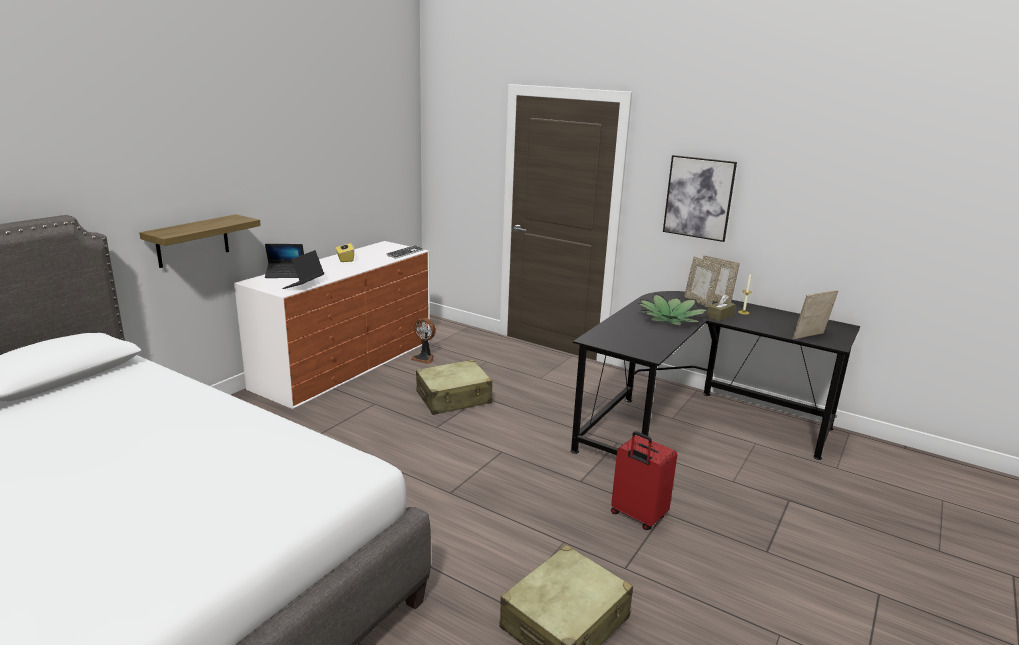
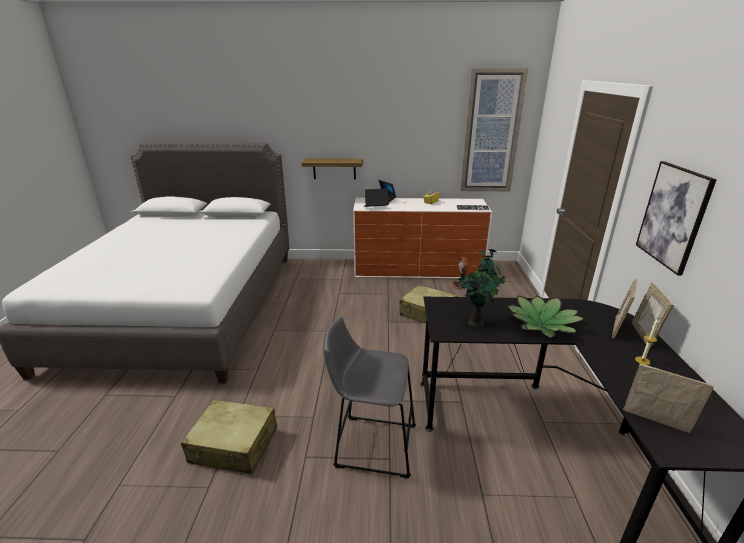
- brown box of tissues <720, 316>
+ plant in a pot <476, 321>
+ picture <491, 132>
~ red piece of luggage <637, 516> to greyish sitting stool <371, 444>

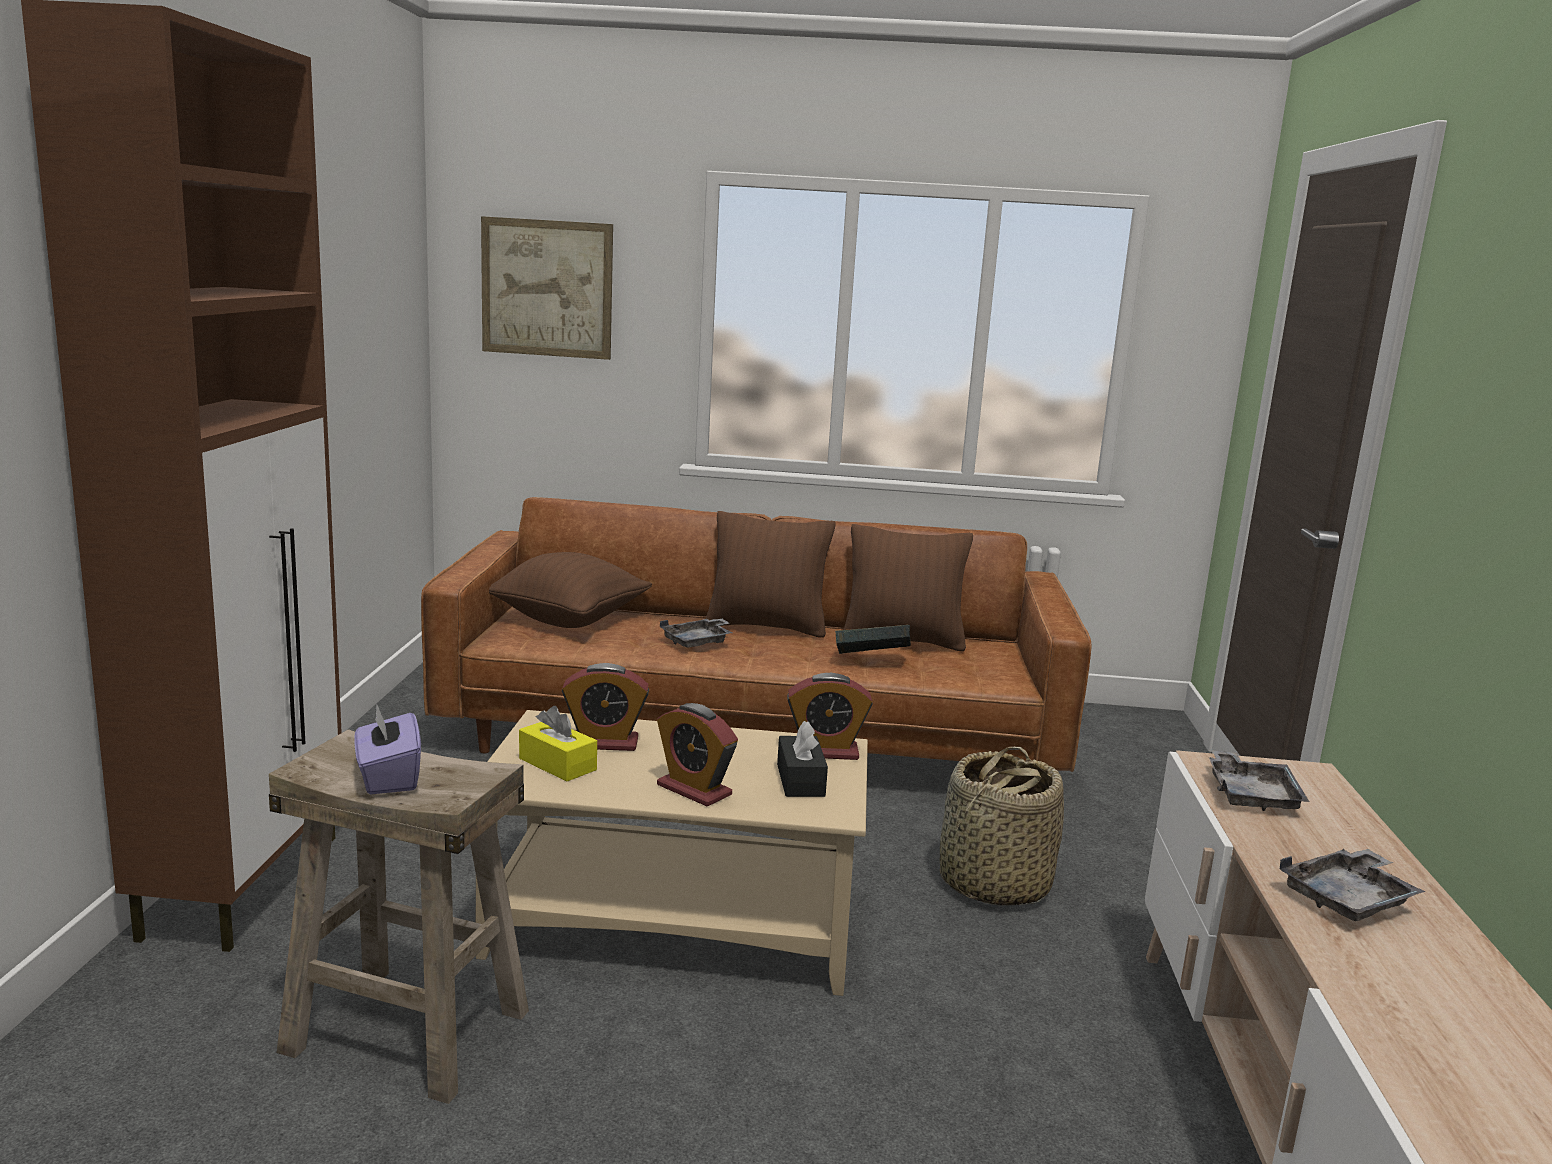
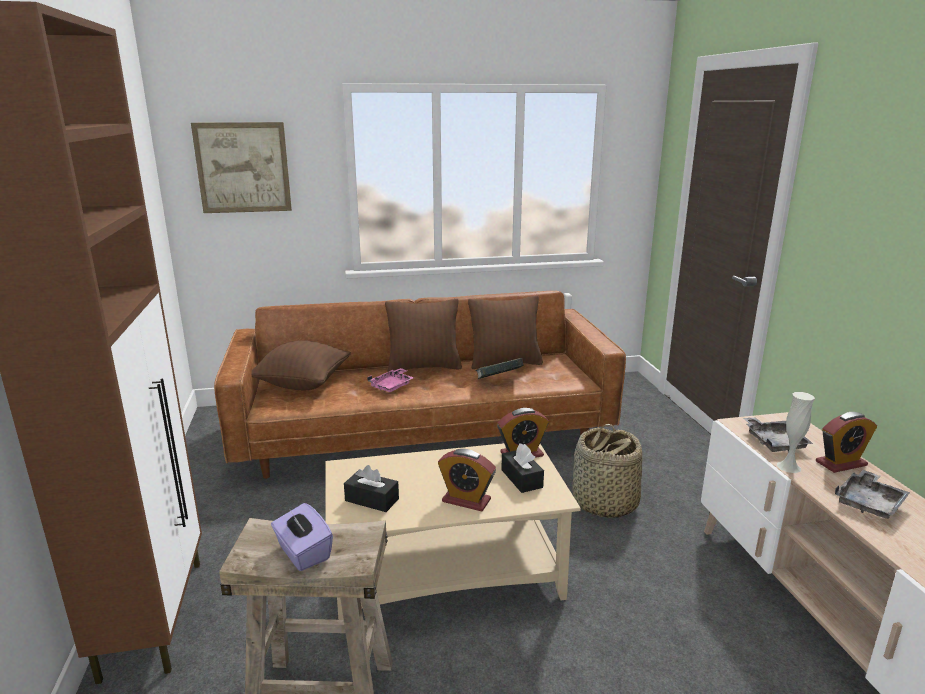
+ white decorative vase <788, 467>
~ alarm clock <604, 743> to <841, 463>
~ yellow-coloured box of tissues <557, 764> to black-coloured box of tissues <372, 500>
~ greyish tray <698, 642> to pink tray <392, 386>

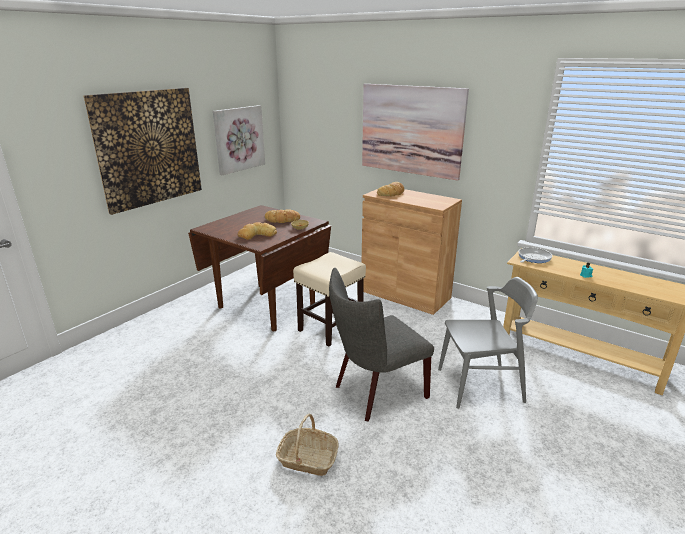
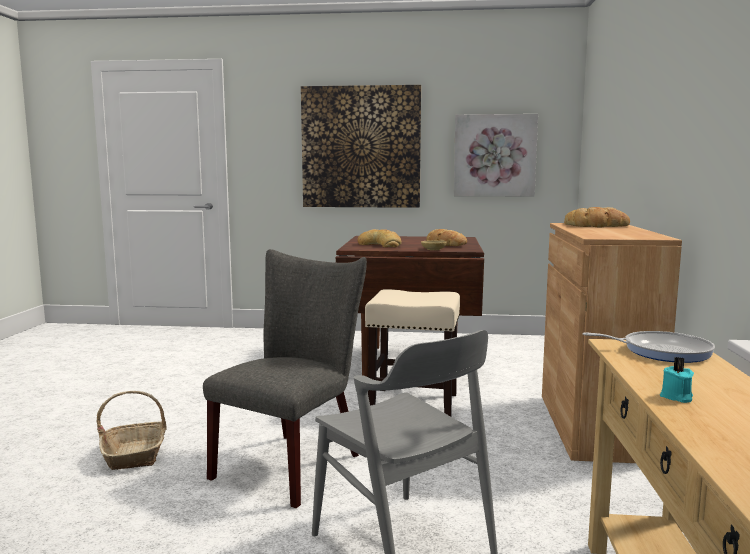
- picture <411, 130>
~ greyish plain chair <375, 393> = <294, 463> 90 degrees clockwise

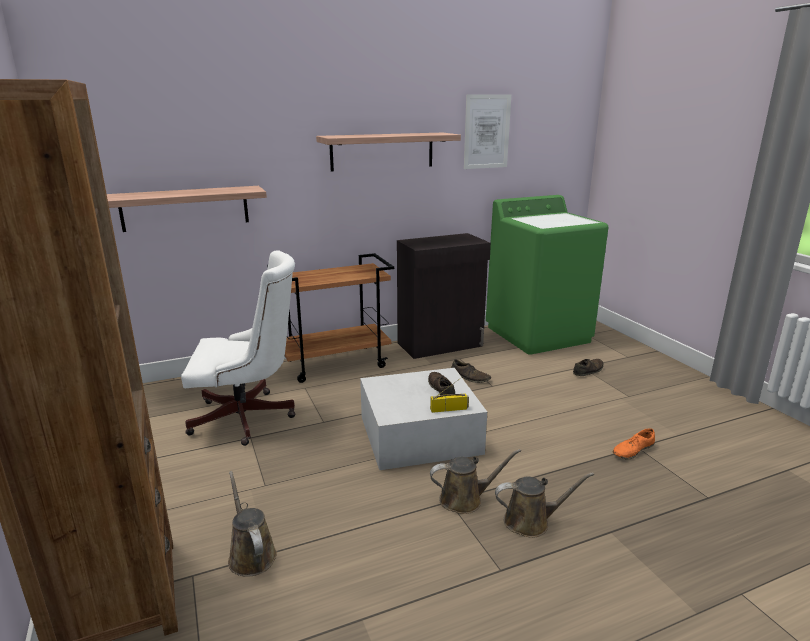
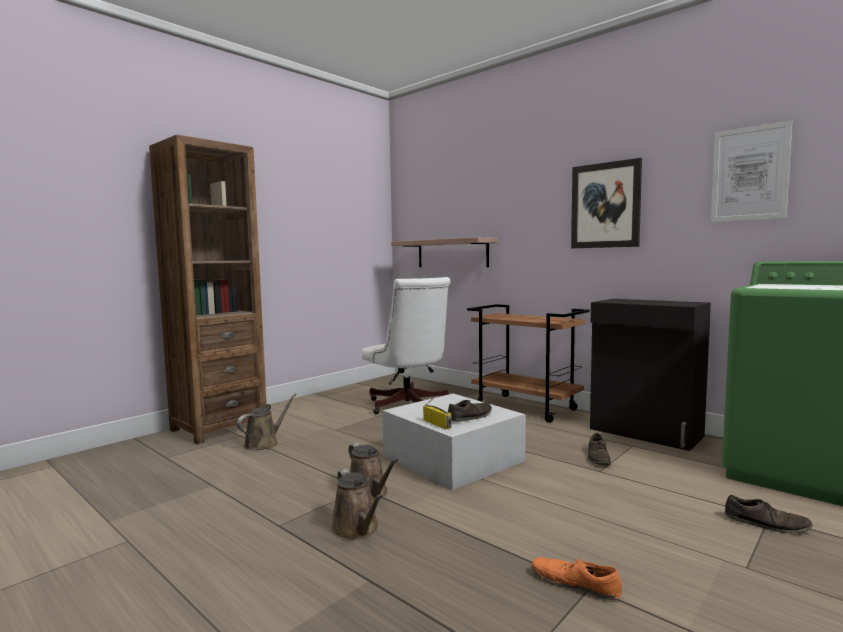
~ shelf <382, 151> to picture <605, 205>

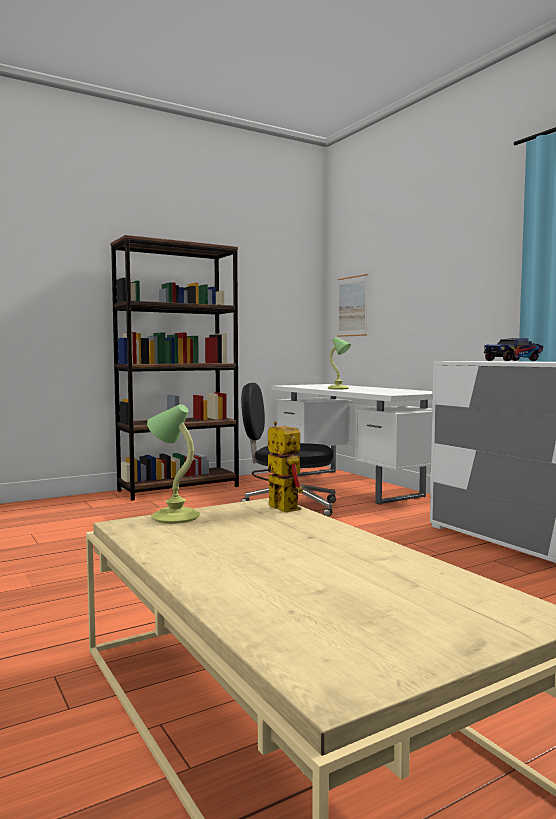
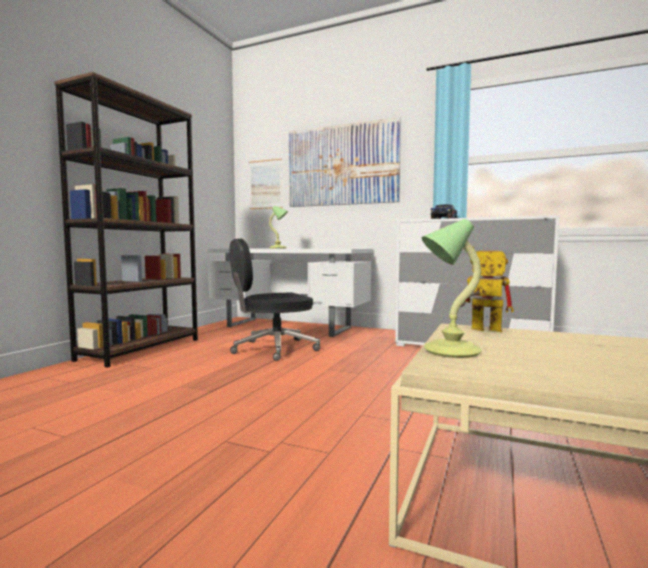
+ picture <342, 165>

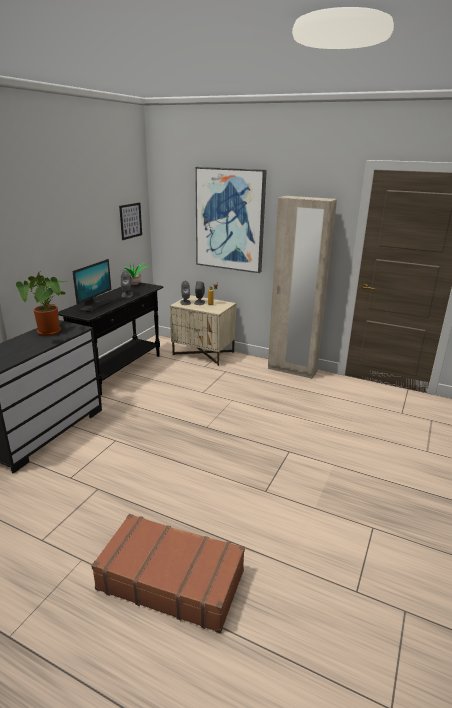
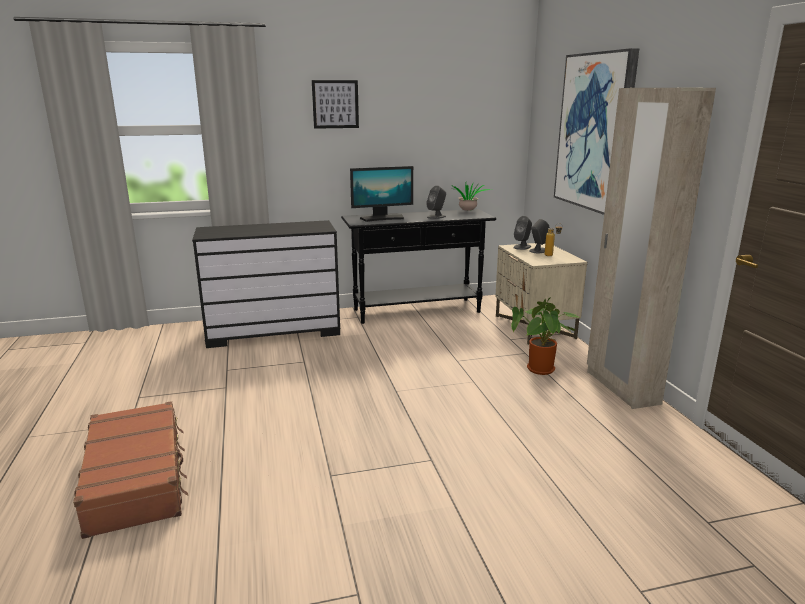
~ plant in a pot <50, 333> to <541, 371>
~ picture <130, 221> to <335, 104>

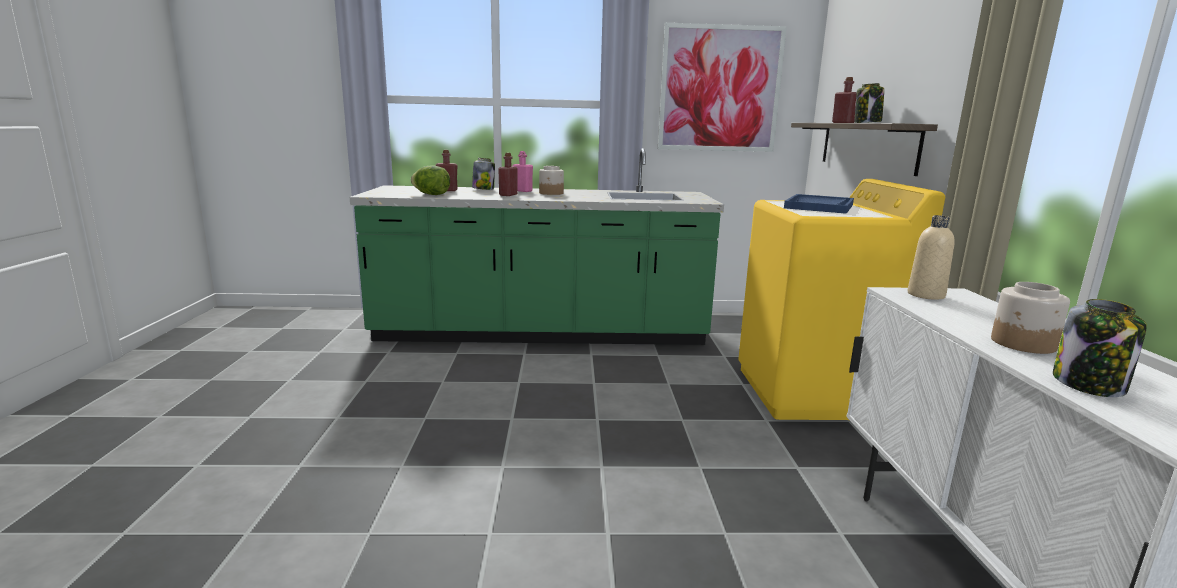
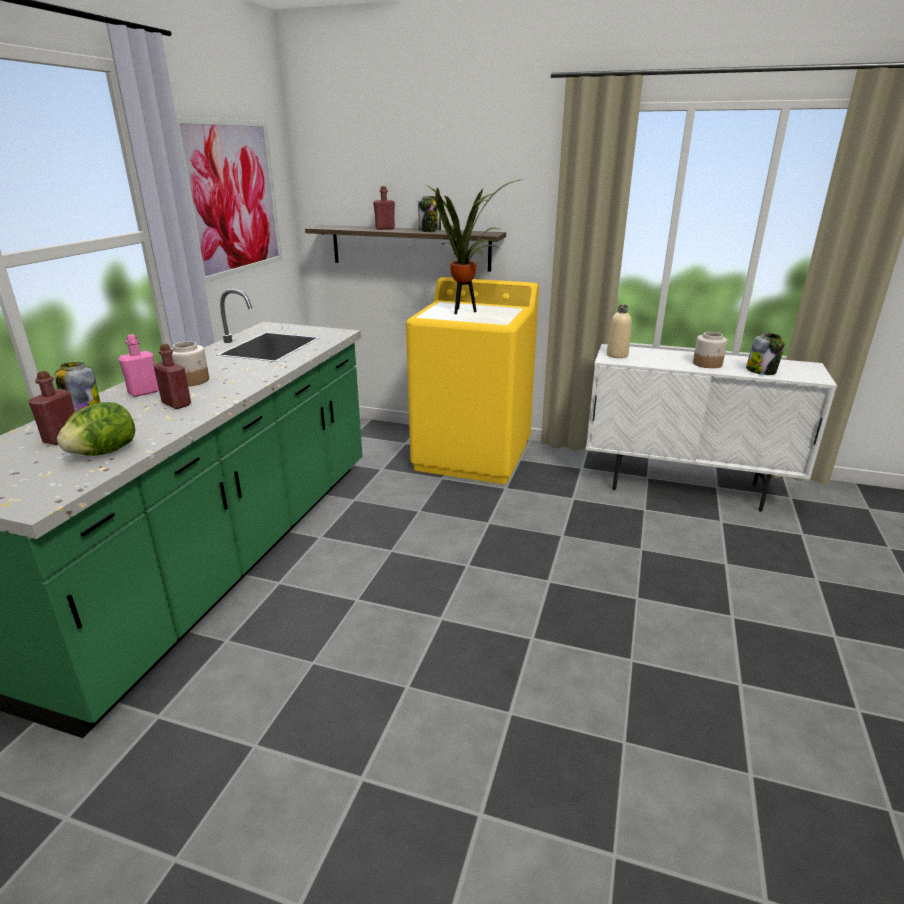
~ bluish tray <819, 206> to plant in a pot <464, 312>

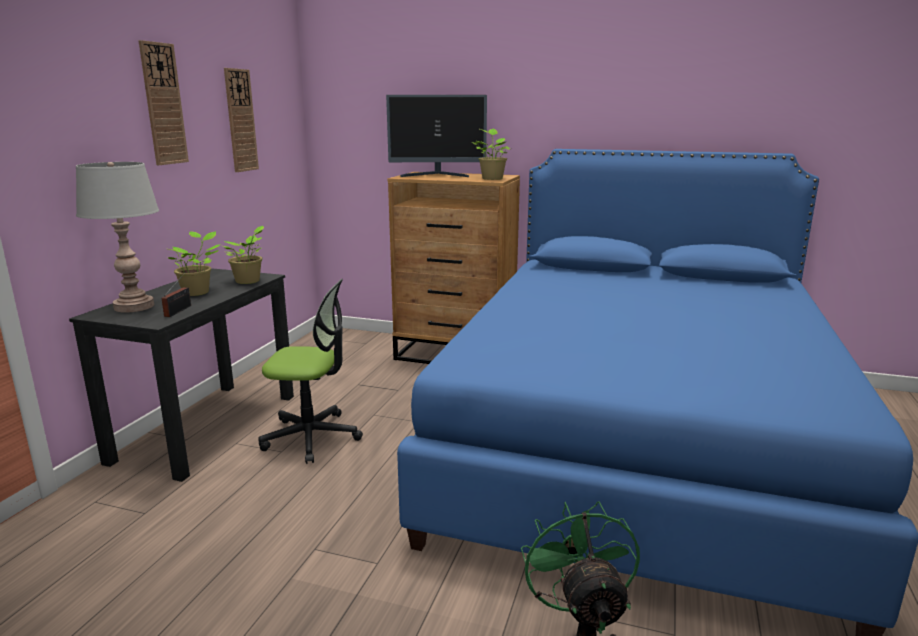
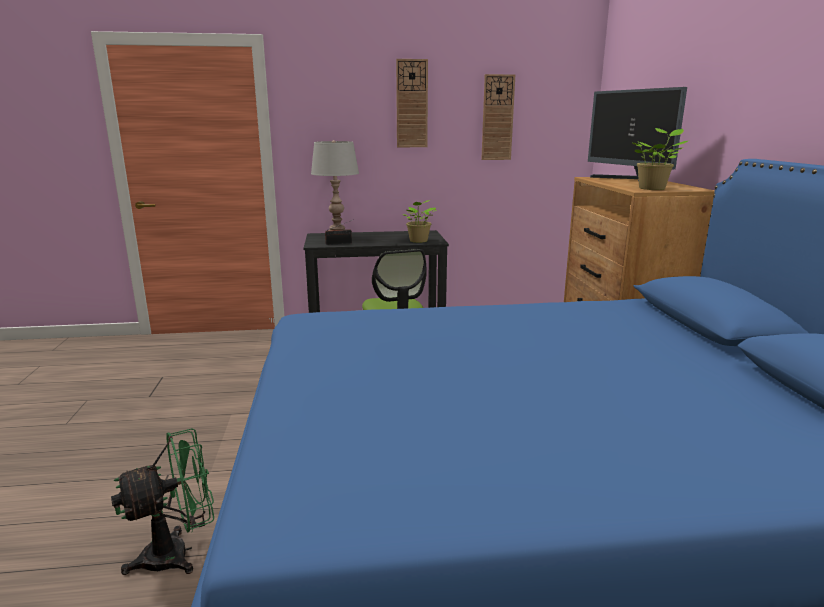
- plant in a pot <197, 292>

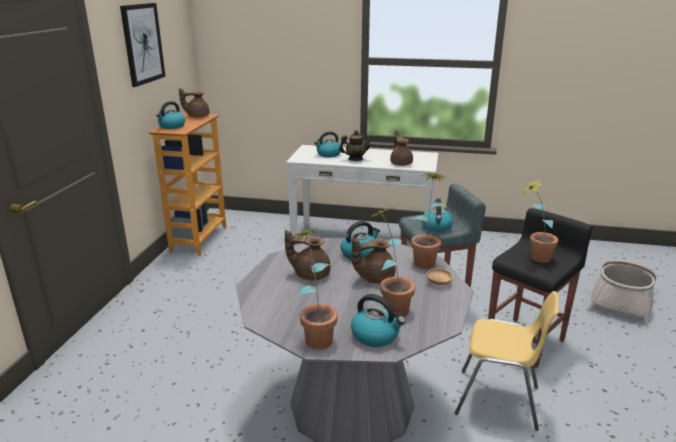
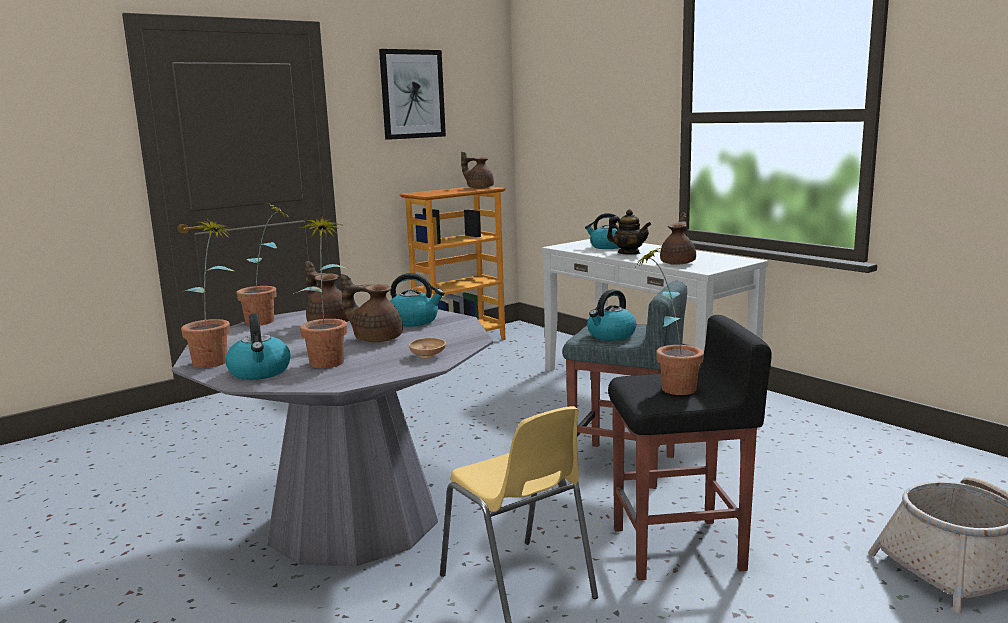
- kettle <171, 126>
~ plant in a pot <426, 260> to <269, 320>

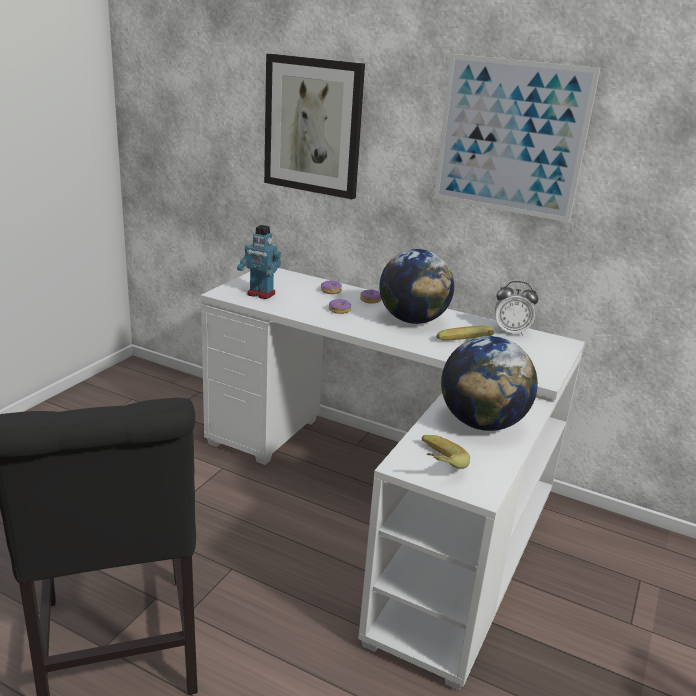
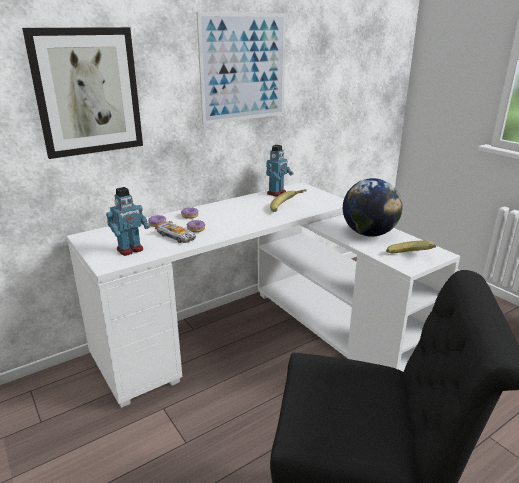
- desk globe <413, 320>
+ miniature car <176, 236>
~ alarm clock <511, 332> to model robot <277, 193>

